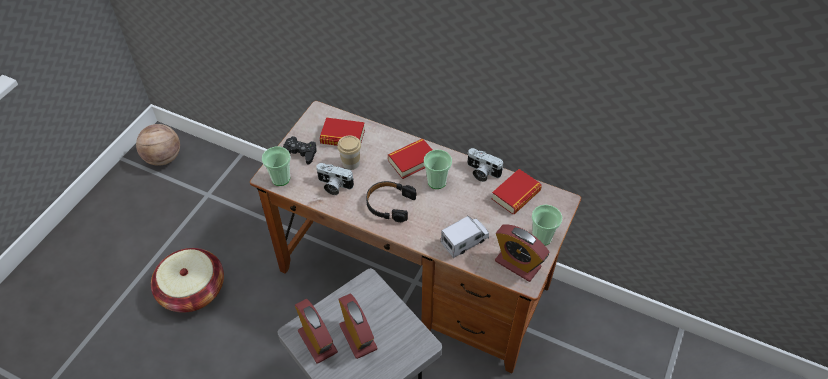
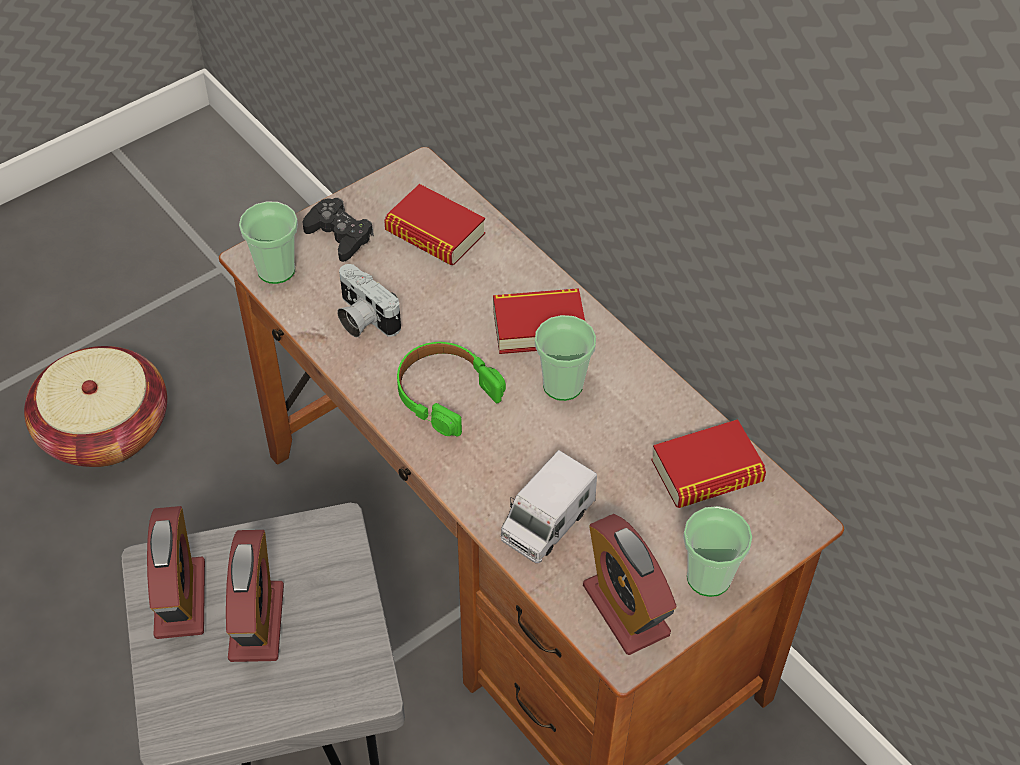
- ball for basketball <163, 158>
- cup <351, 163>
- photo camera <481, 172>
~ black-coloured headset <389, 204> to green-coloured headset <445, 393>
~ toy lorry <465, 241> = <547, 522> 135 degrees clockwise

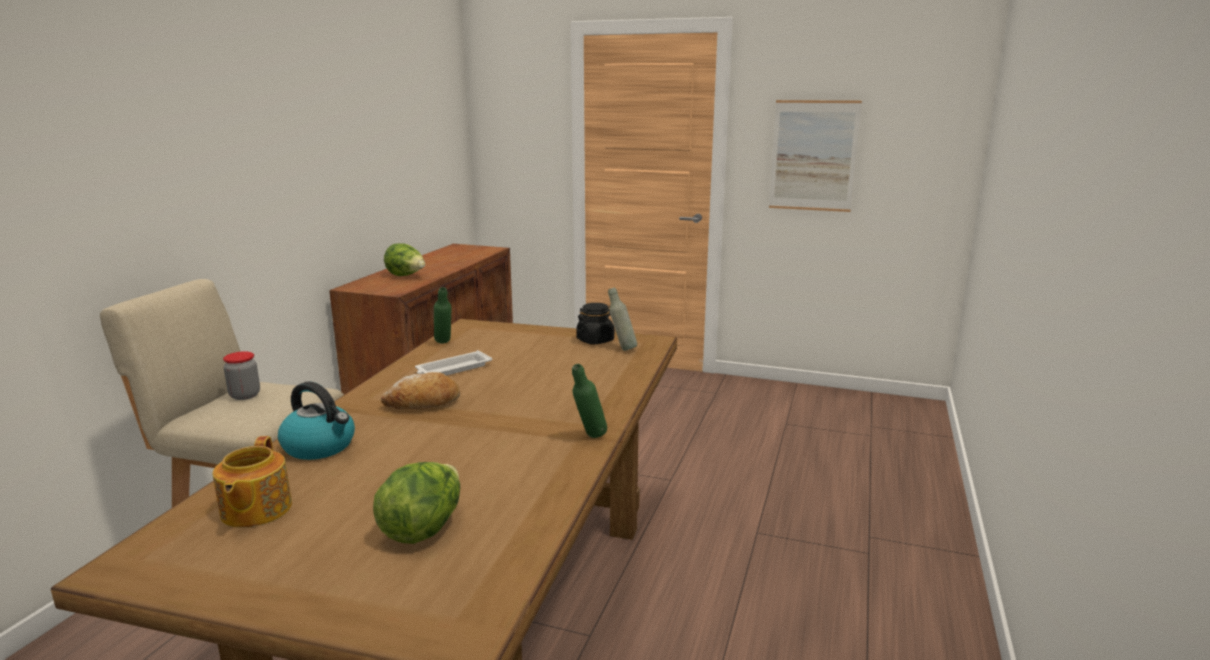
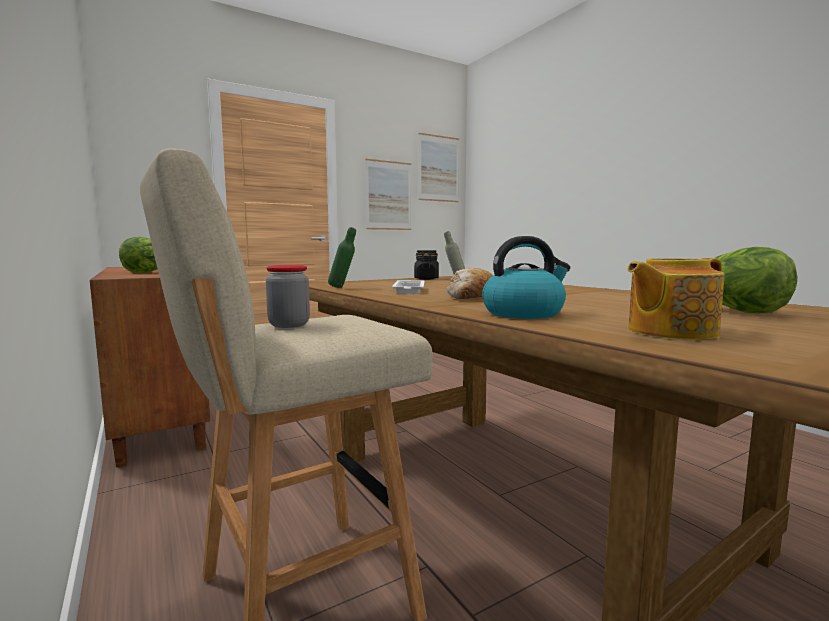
- green-coloured beverage bottle <589, 438>
+ picture <438, 168>
~ tea pot <255, 510> = <669, 331> 120 degrees clockwise

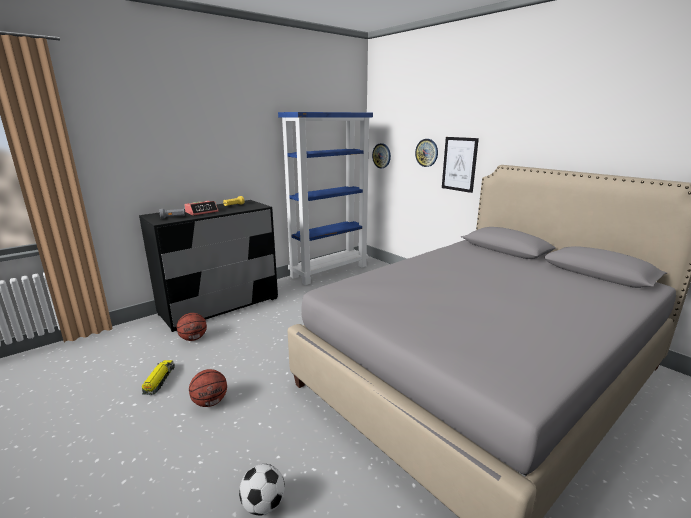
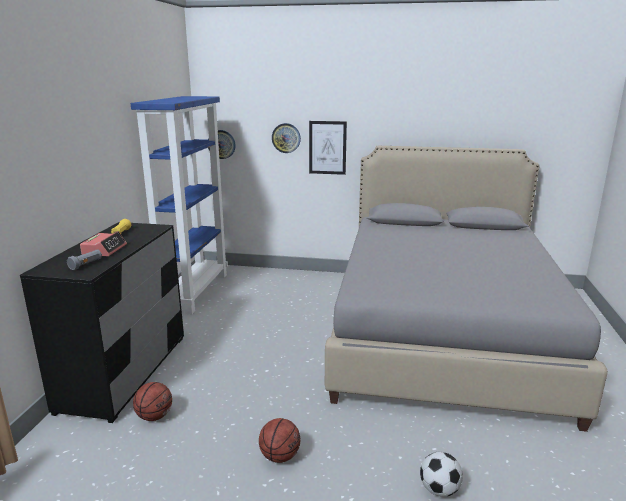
- toy lorry <159, 381>

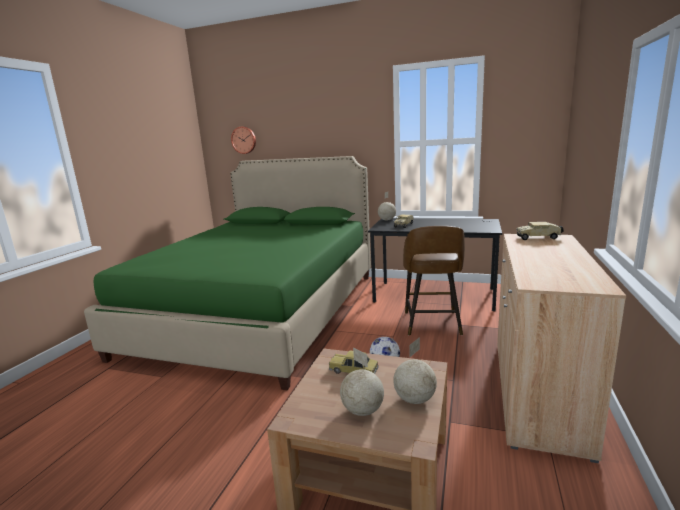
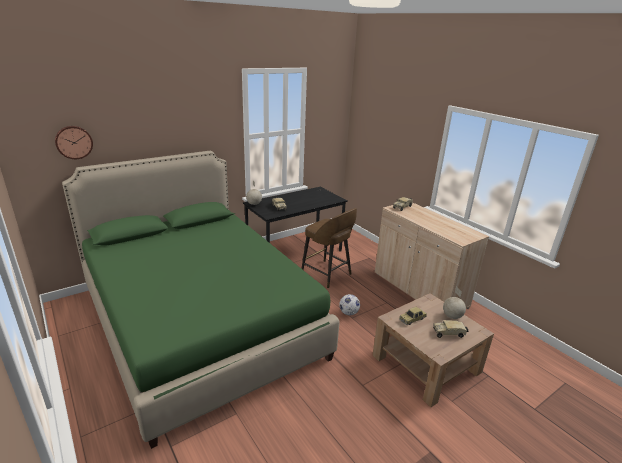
~ desk globe <362, 411> to toy lorry <449, 333>

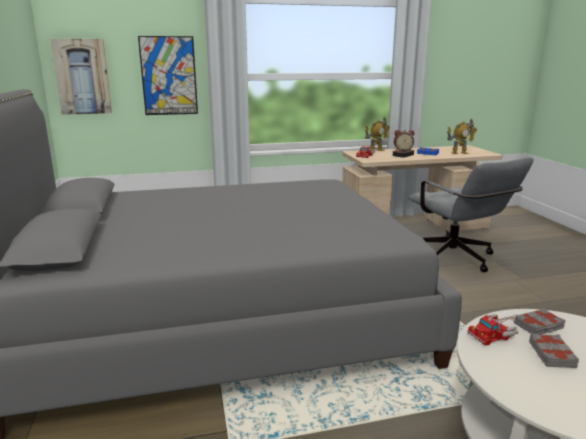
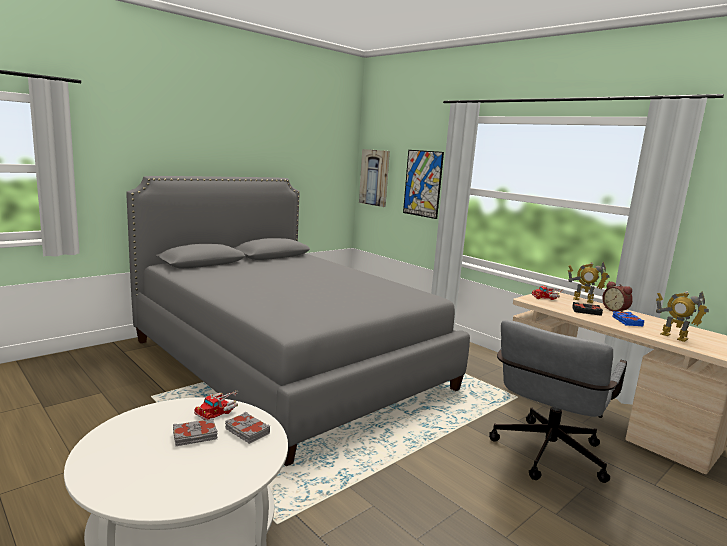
~ toy lorry <494, 334> = <219, 411> 90 degrees counterclockwise

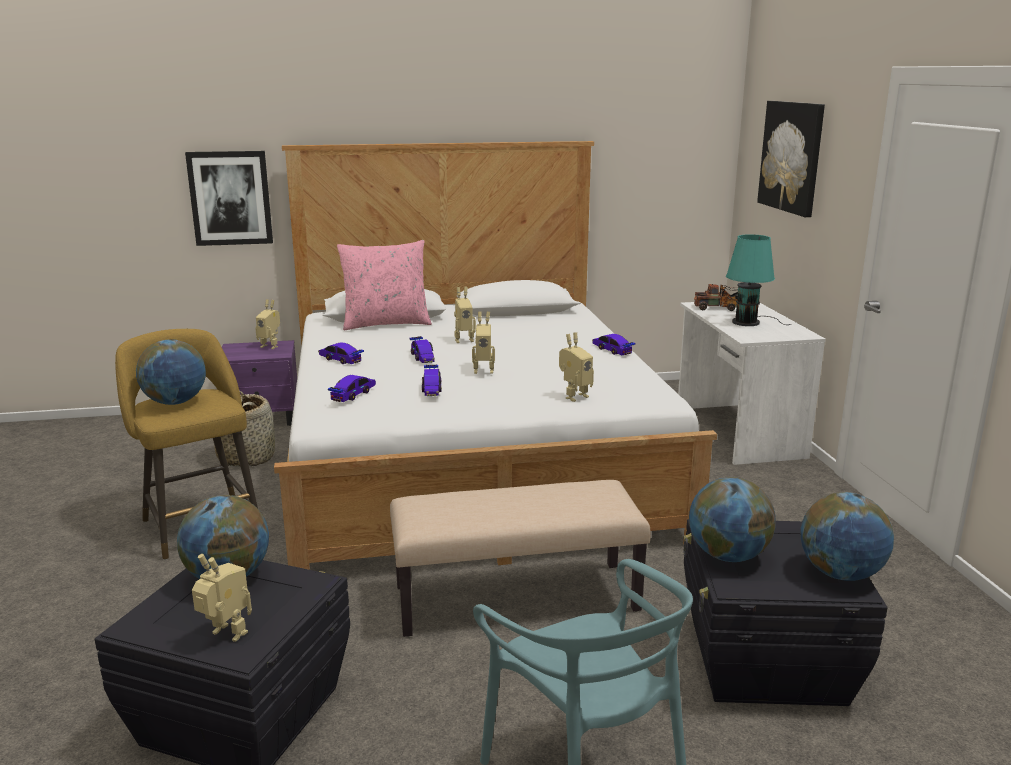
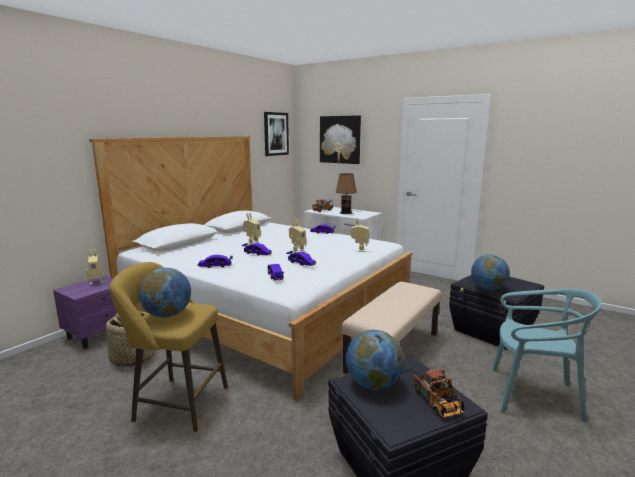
- pink pillow <386, 324>
- desk globe <840, 573>
~ picture <230, 198> to <276, 134>
~ model robot <226, 636> to toy lorry <439, 405>
~ blue-green lamp for a table <748, 322> to brown lamp for a table <346, 212>

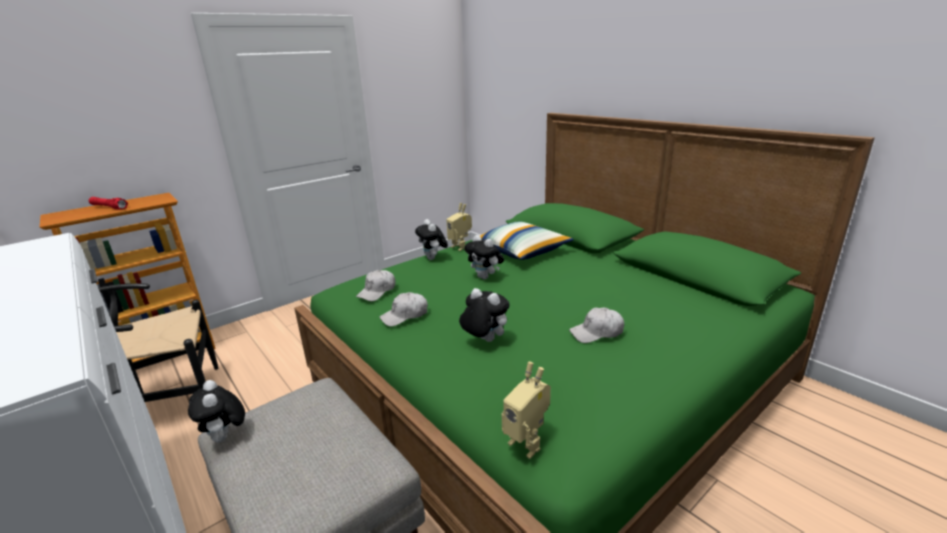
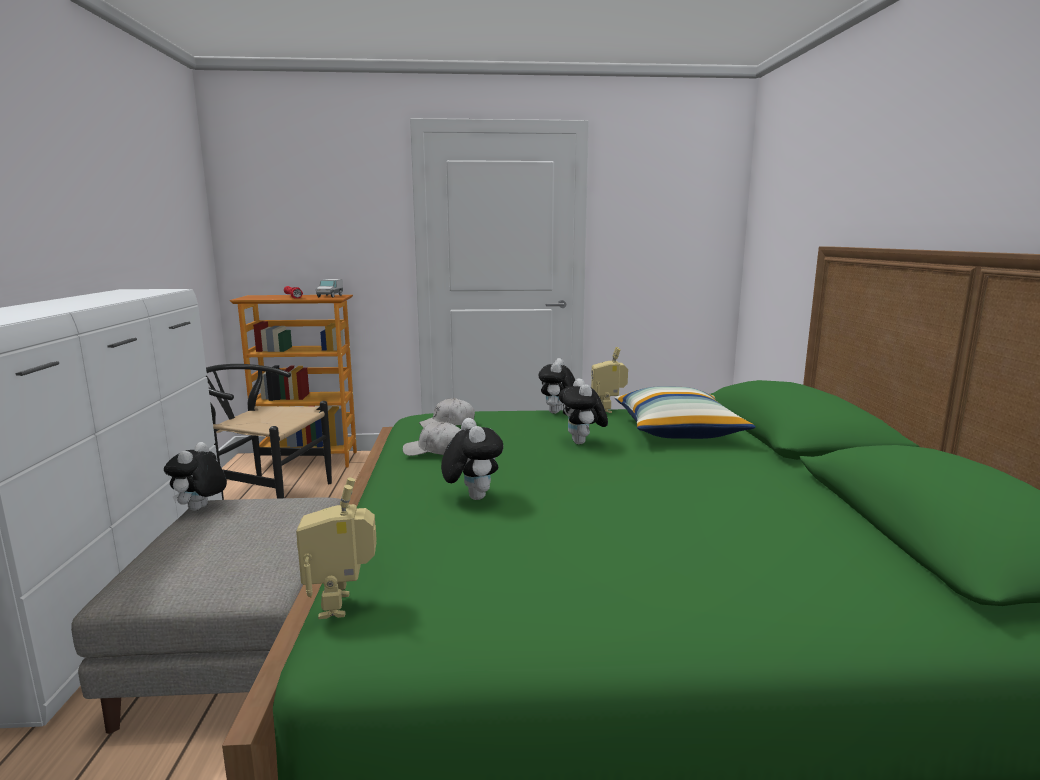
- white peaked cap <597, 333>
+ toy lorry <330, 296>

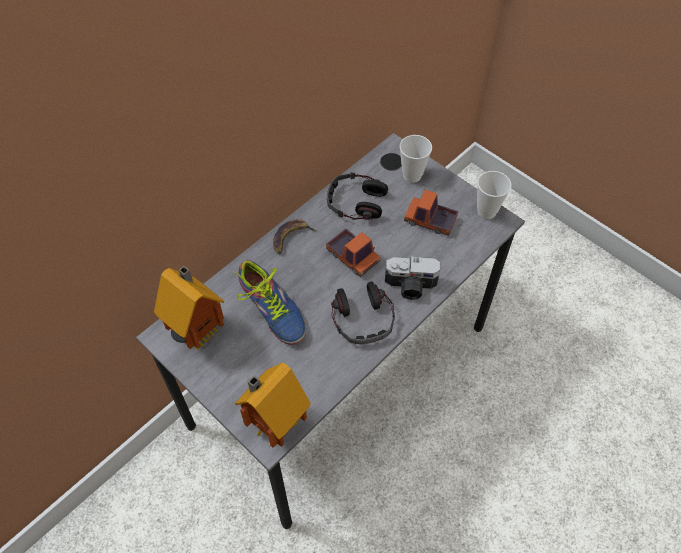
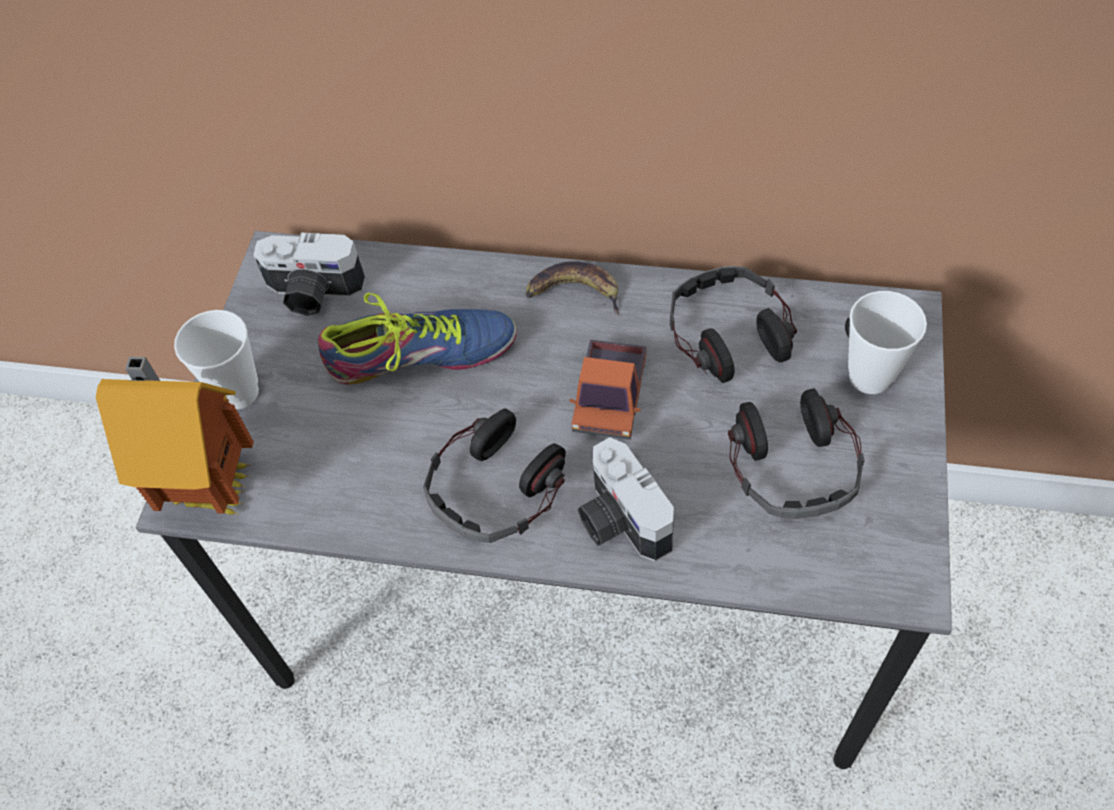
~ cup <486, 211> to <238, 393>
~ model house <200, 332> to photo camera <313, 293>
~ toy lorry <430, 220> to headset <794, 465>
~ low shoe <272, 308> = <421, 354> 120 degrees counterclockwise

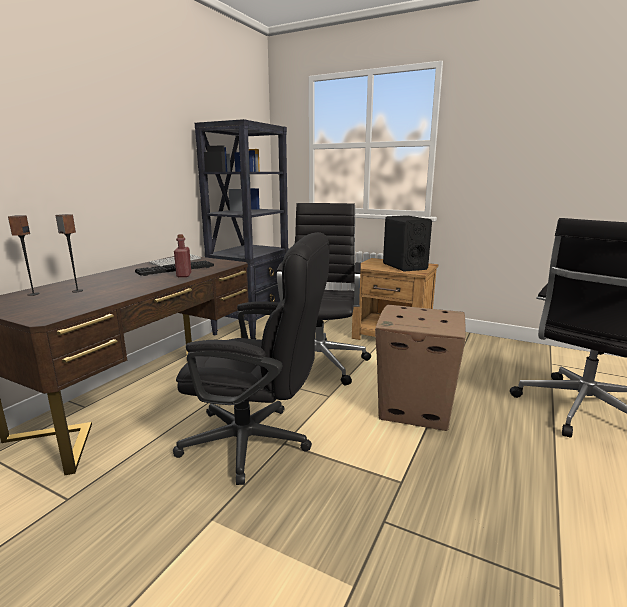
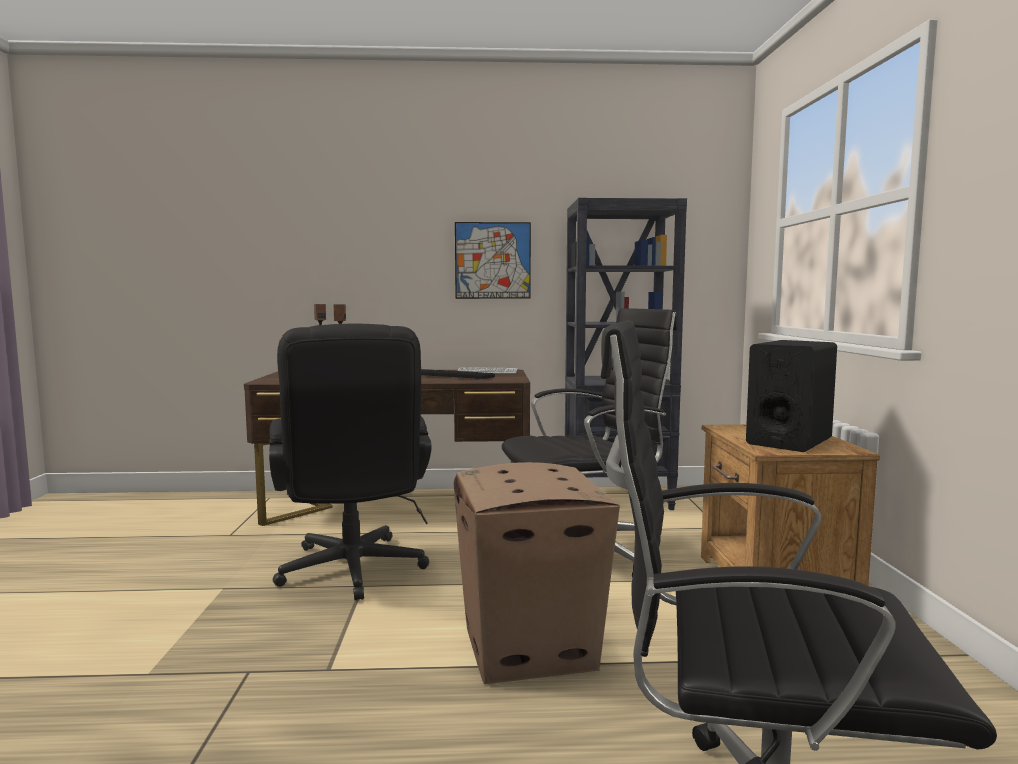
- red beverage bottle <184, 275>
+ picture <492, 260>

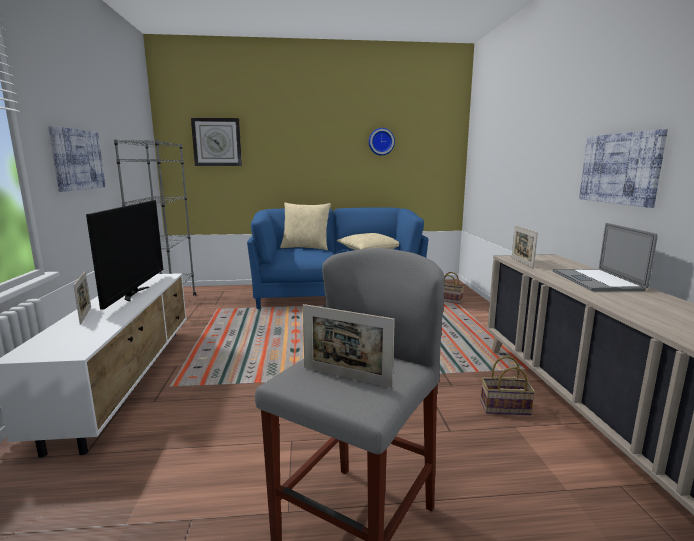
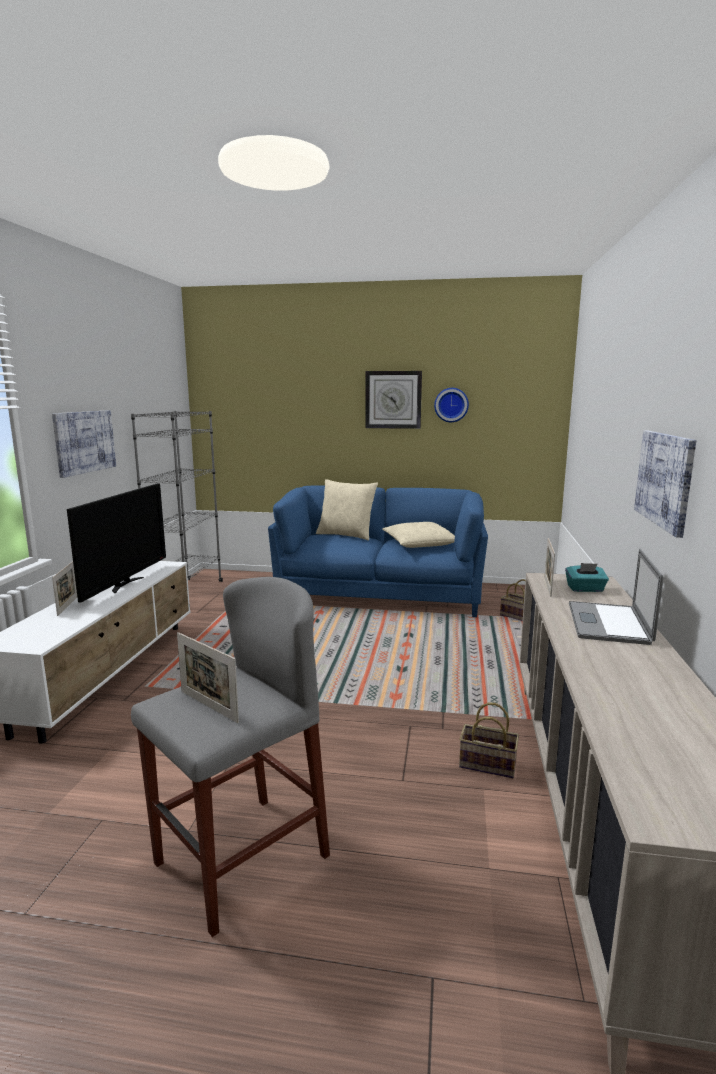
+ blue-green box of tissues <585, 589>
~ wall clock <217, 142> to <393, 399>

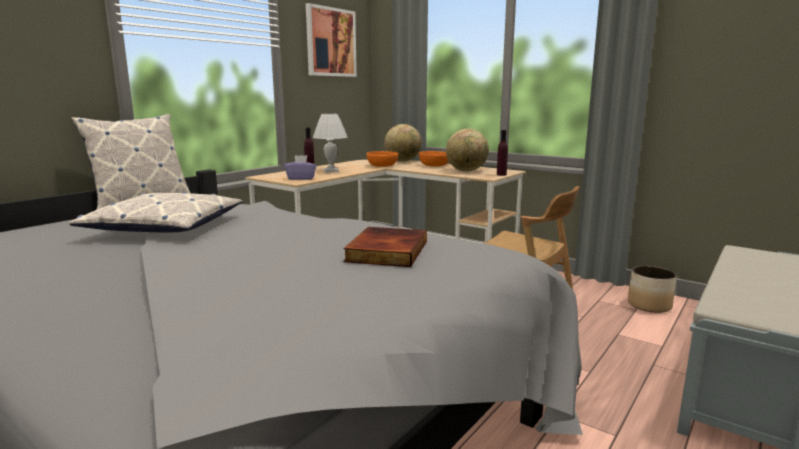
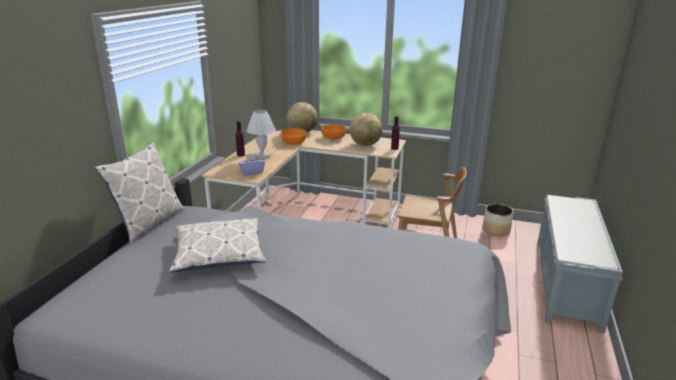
- picture <330, 42>
- bound book <385, 251>

